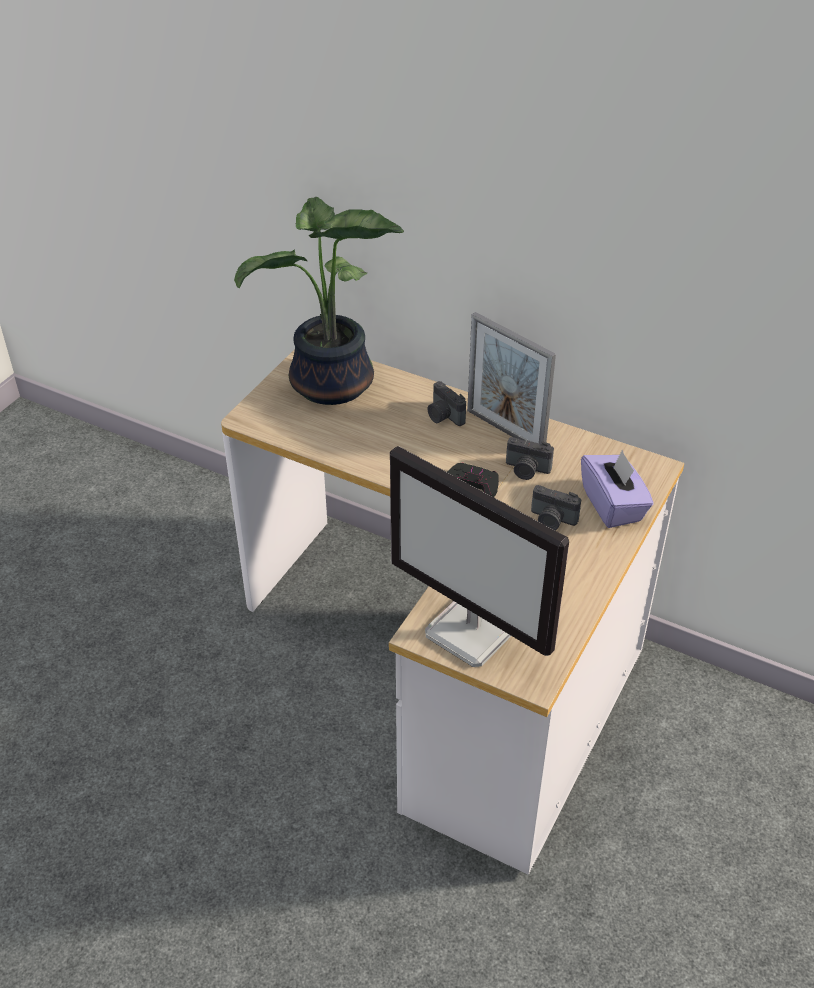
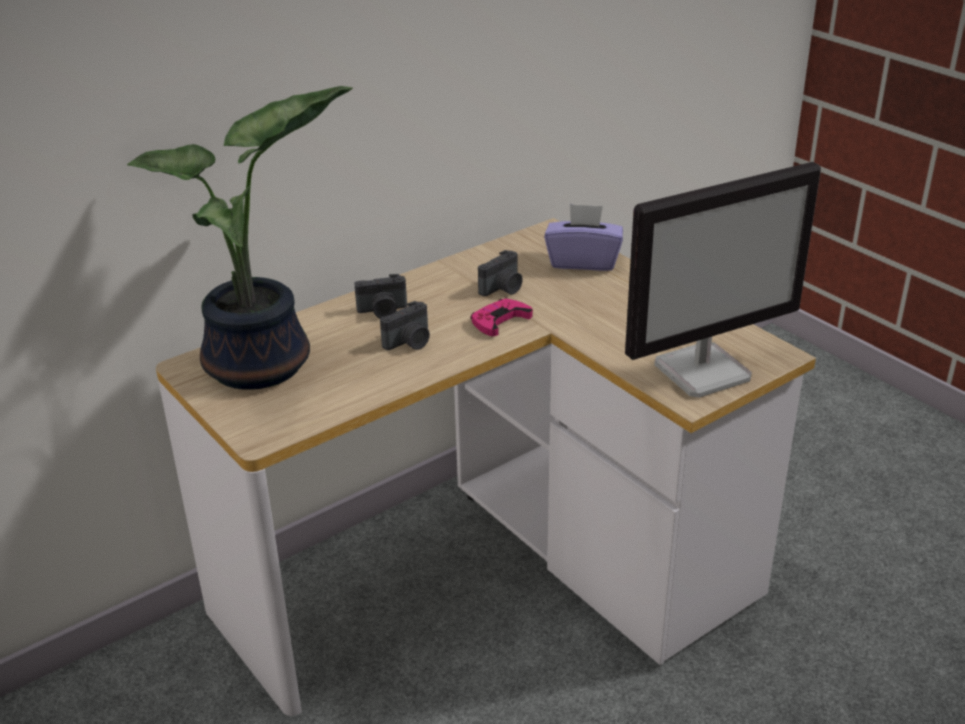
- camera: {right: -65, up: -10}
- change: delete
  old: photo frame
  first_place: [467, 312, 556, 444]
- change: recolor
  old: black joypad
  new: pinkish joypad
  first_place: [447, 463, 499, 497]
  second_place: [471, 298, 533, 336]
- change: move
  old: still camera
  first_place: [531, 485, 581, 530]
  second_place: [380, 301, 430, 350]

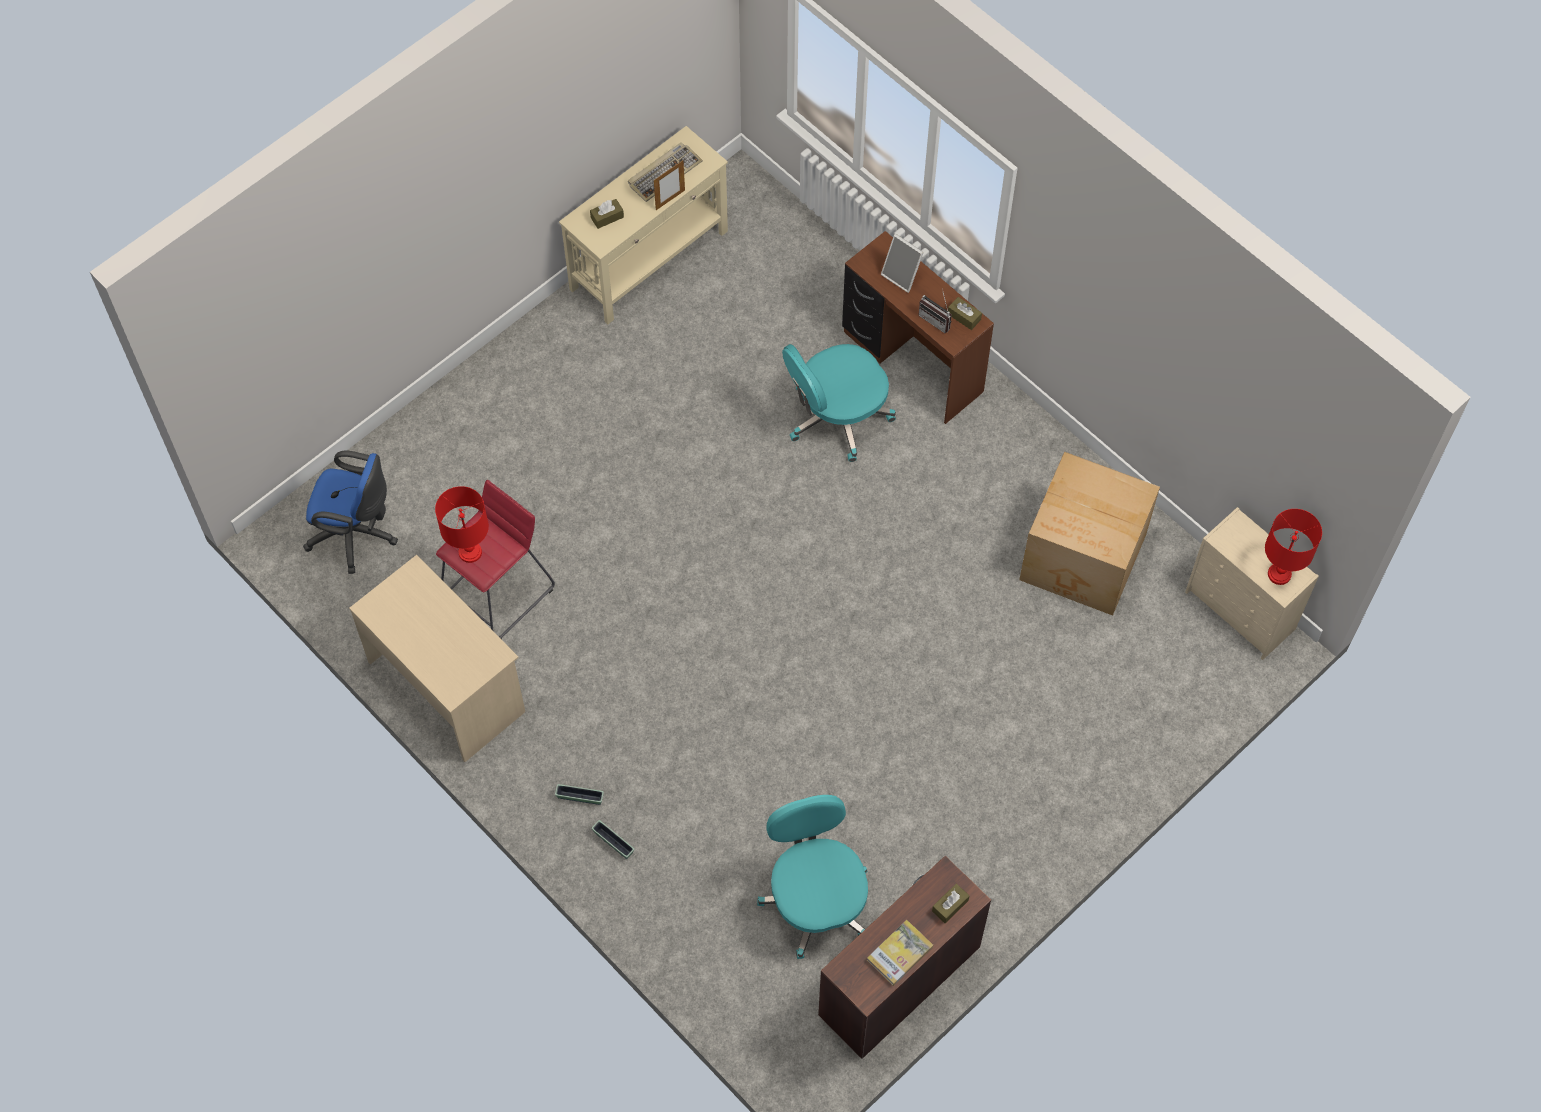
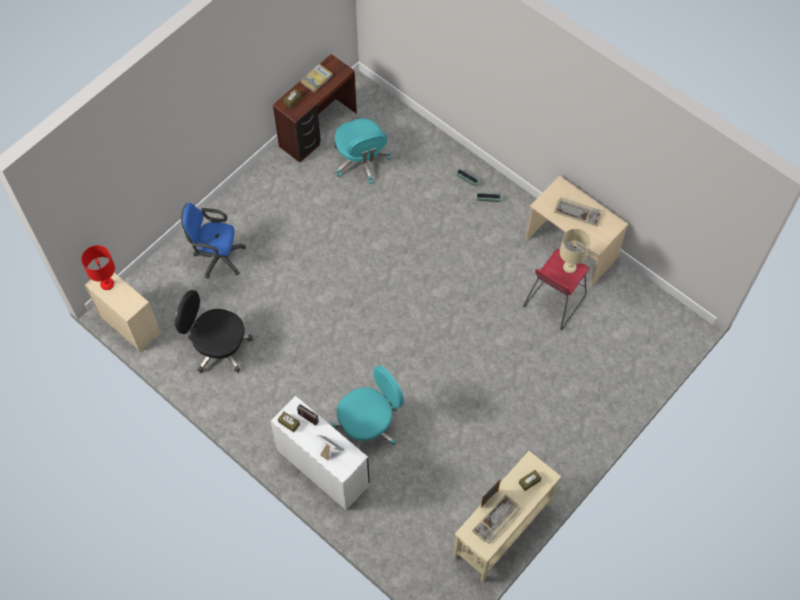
- camera: {right: 175, up: 0}
- change: recolor
  old: brown desk unit
  new: white-coloured desk unit
  first_place: [842, 231, 994, 424]
  second_place: [270, 396, 370, 510]
- change: move
  old: blue computer chair
  first_place: [303, 451, 398, 574]
  second_place: [181, 203, 246, 279]
- change: replace
  old: packing box
  new: black computer chair
  first_place: [1019, 452, 1160, 616]
  second_place: [175, 290, 253, 373]
- change: recolor
  old: red-coloured lamp for a table
  new: beige-coloured lamp for a table
  first_place: [435, 486, 489, 563]
  second_place: [560, 229, 591, 273]
- change: insert
  new: PC keyboard
  second_place: [554, 197, 602, 226]

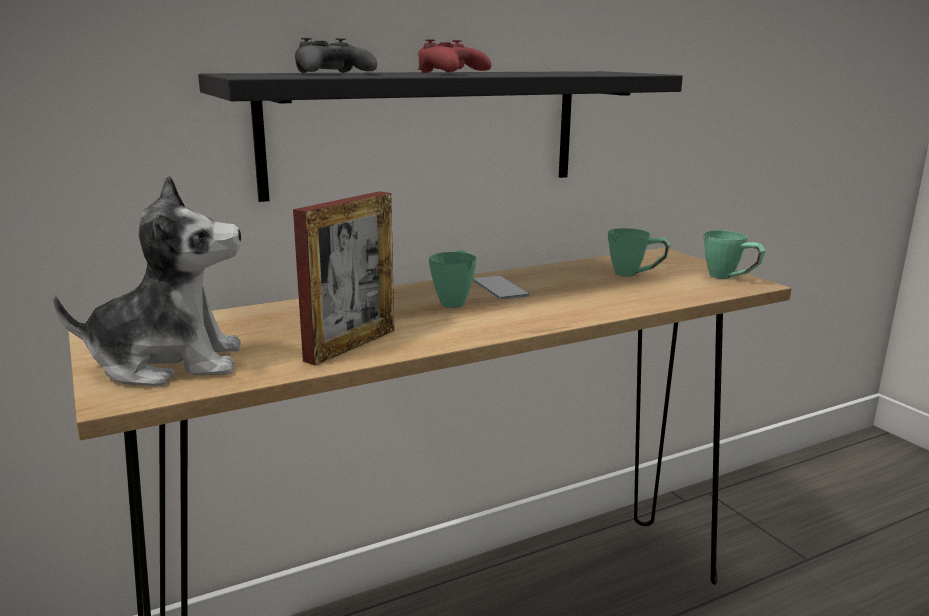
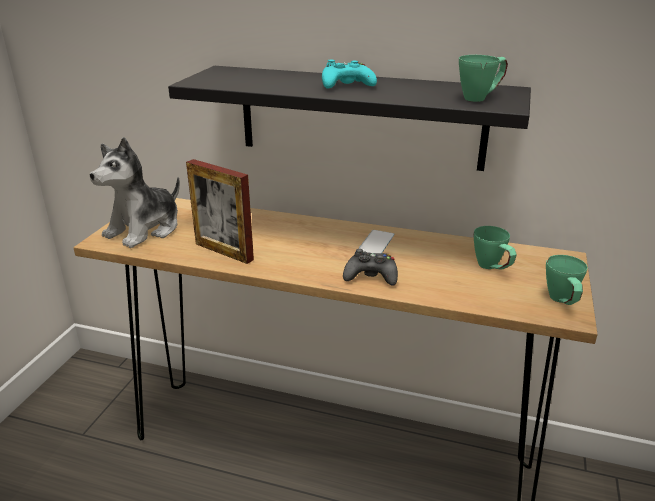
- camera: {right: 45, up: 10}
- change: move
  old: black joypad
  first_place: [295, 38, 377, 73]
  second_place: [343, 249, 398, 286]
- change: recolor
  old: red-coloured joypad
  new: turquoise-coloured joypad
  first_place: [418, 39, 491, 73]
  second_place: [322, 60, 377, 89]
- change: rotate
  old: cuddly toy
  first_place: [53, 175, 241, 386]
  second_place: [89, 137, 180, 248]
  degrees: 90
- change: rotate
  old: photo frame
  first_place: [293, 191, 394, 365]
  second_place: [186, 159, 254, 264]
  degrees: 45
- change: move
  old: green-coloured tea mug
  first_place: [429, 250, 477, 308]
  second_place: [459, 55, 508, 102]

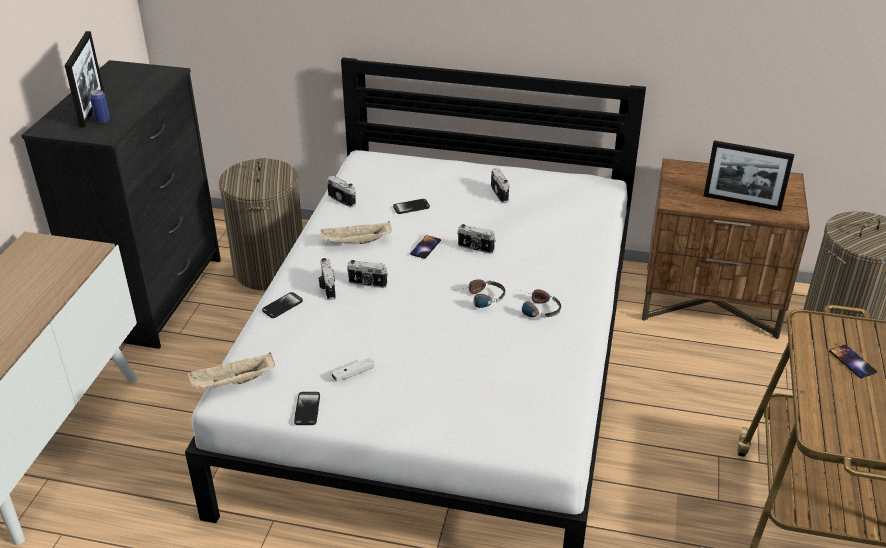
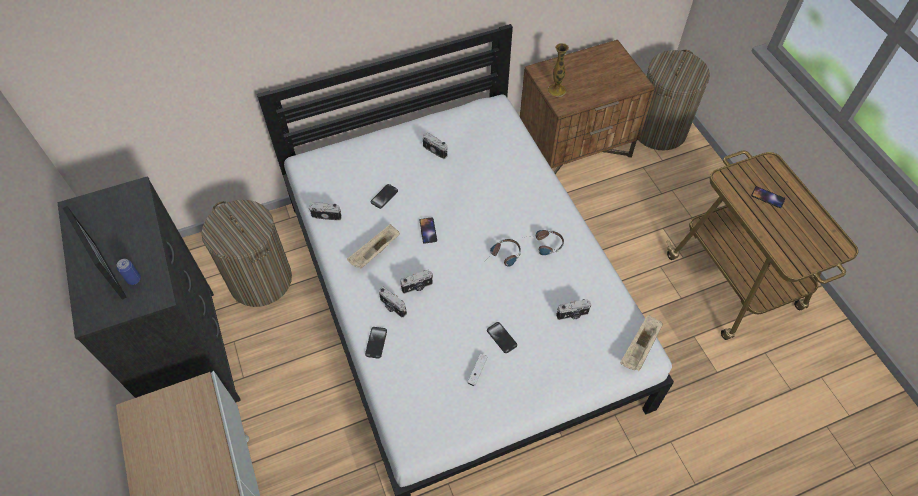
- camera: {right: -35, up: 20}
- change: delete
  old: photo frame
  first_place: [703, 140, 794, 211]
- change: move
  old: still camera
  first_place: [457, 224, 496, 254]
  second_place: [556, 299, 591, 320]
- change: move
  old: beige-coloured serving tray
  first_place: [188, 352, 275, 390]
  second_place: [620, 315, 663, 371]
- change: move
  old: telephone
  first_place: [294, 392, 320, 425]
  second_place: [487, 322, 517, 353]
- change: insert
  new: flower vase
  second_place: [548, 43, 569, 97]

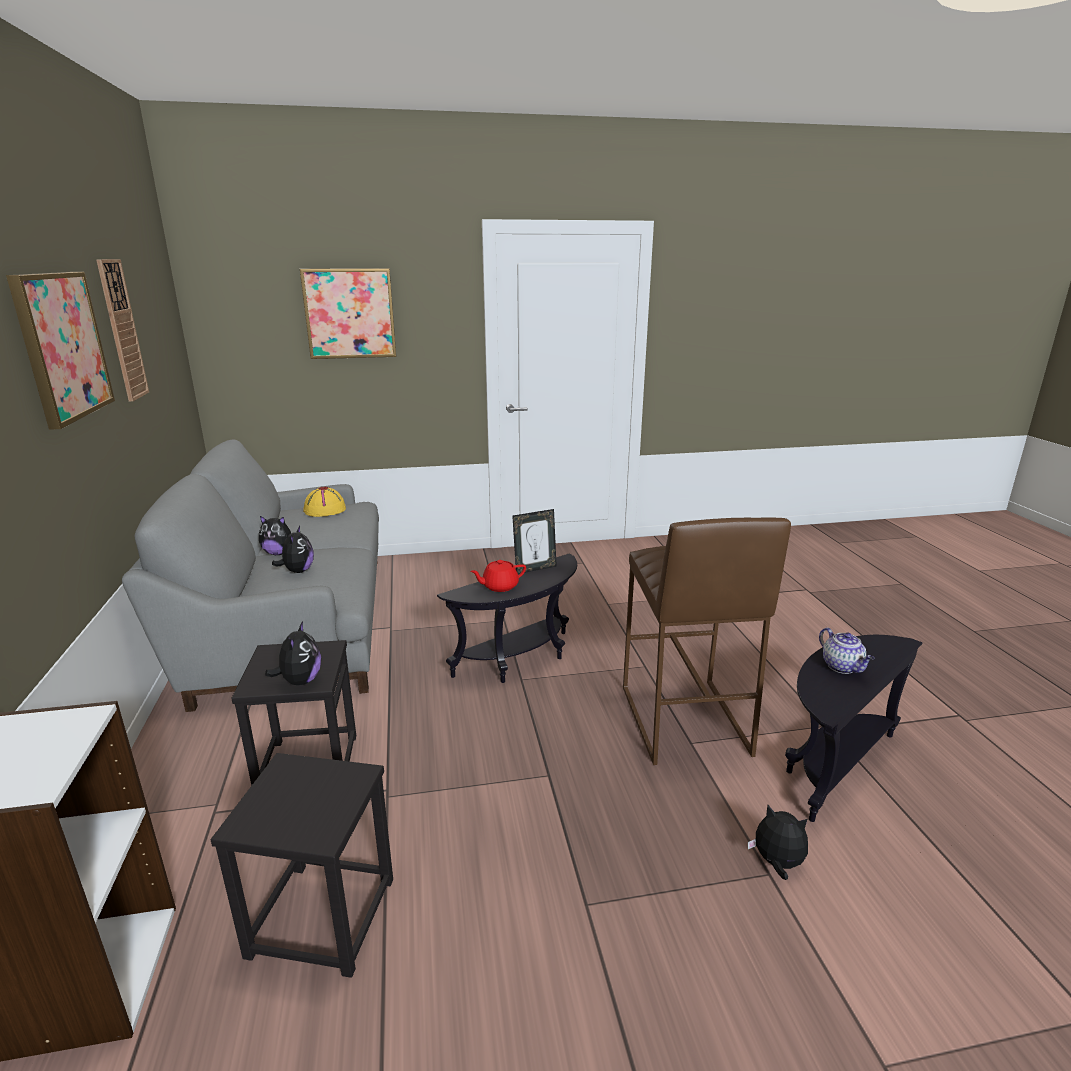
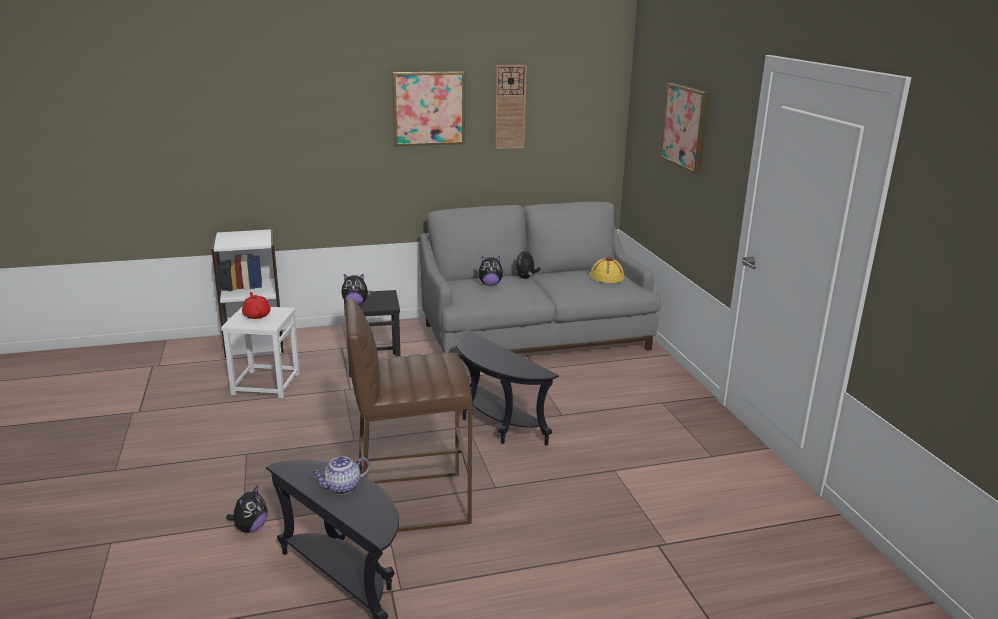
- camera: {right: 85, up: 0}
- change: delete
  old: photo frame
  first_place: [512, 509, 557, 574]
- change: move
  old: red-coloured pot for tea
  first_place: [470, 560, 526, 592]
  second_place: [242, 292, 271, 319]
- change: recolor
  old: black stool
  new: white-coloured stool
  first_place: [210, 753, 393, 978]
  second_place: [221, 306, 300, 398]

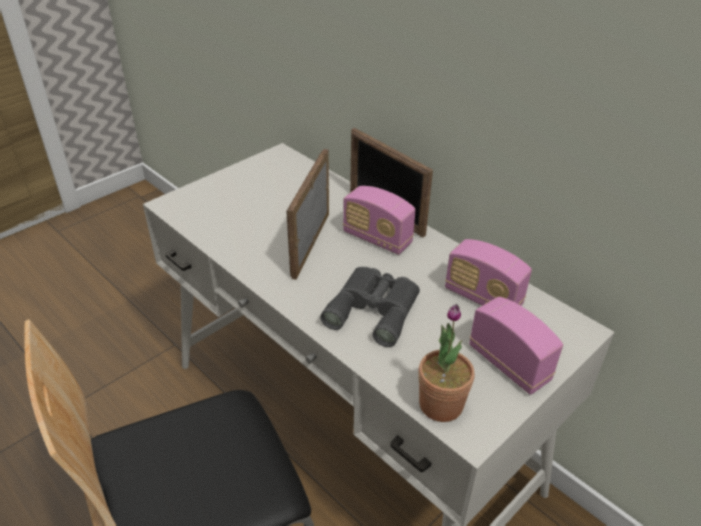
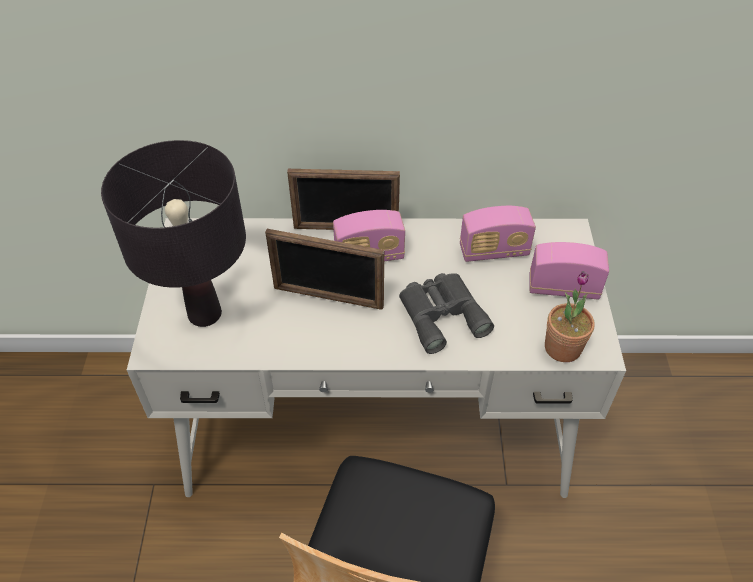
- camera: {right: -45, up: 10}
- change: rotate
  old: photo frame
  first_place: [286, 149, 329, 280]
  second_place: [265, 229, 384, 310]
  degrees: -45
- change: insert
  new: black lamp for a table
  second_place: [101, 140, 246, 327]

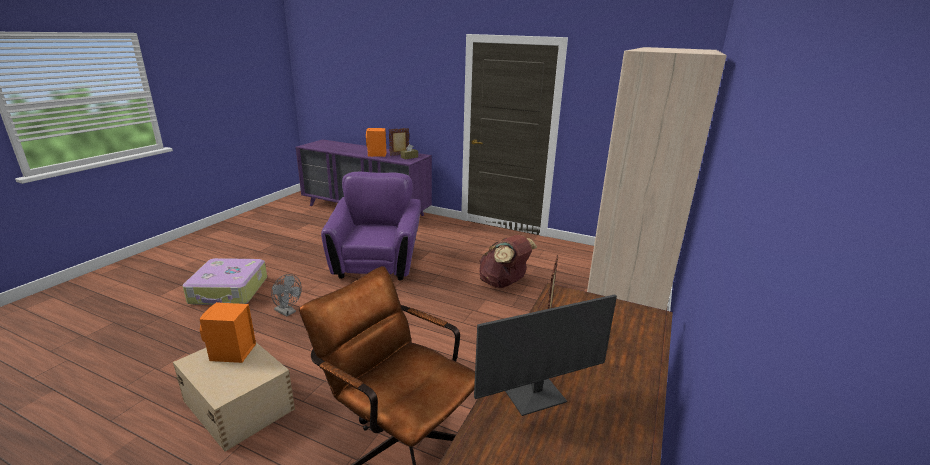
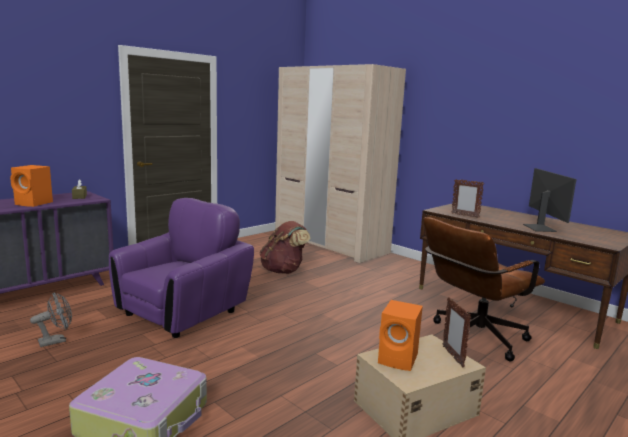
- camera: {right: -70, up: -10}
- change: move
  old: photo frame
  first_place: [389, 128, 409, 156]
  second_place: [443, 297, 471, 368]
- change: rotate
  old: purple lounge chair
  first_place: [321, 172, 421, 280]
  second_place: [109, 198, 254, 338]
  degrees: 105
- change: move
  old: grey fan
  first_place: [271, 274, 302, 317]
  second_place: [30, 292, 72, 347]

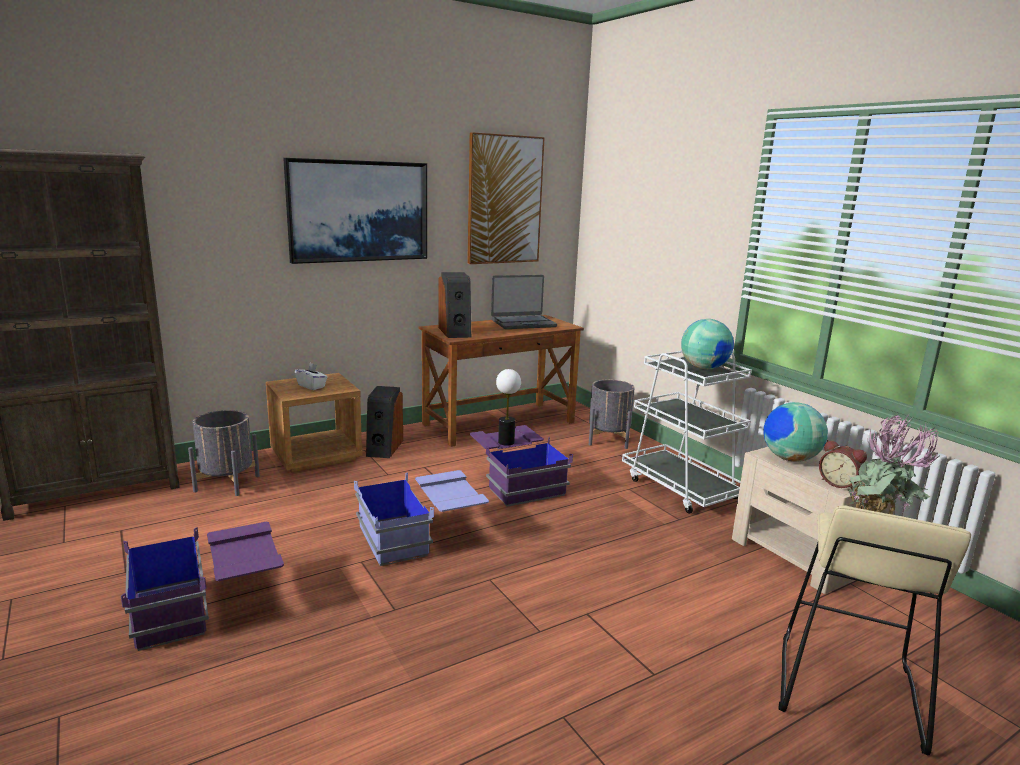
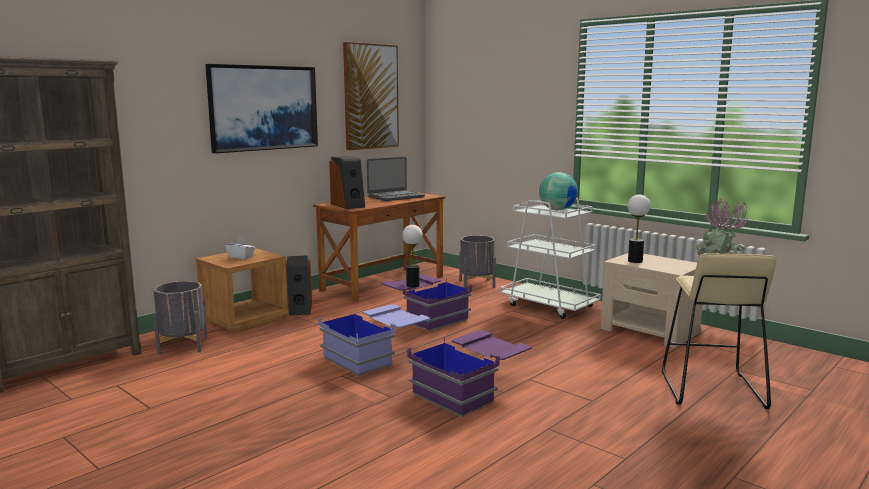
- camera: {right: -15, up: -5}
- change: replace
  old: desk globe
  new: lamp for a table
  first_place: [763, 402, 828, 462]
  second_place: [628, 195, 650, 263]
- change: delete
  old: table clock
  first_place: [819, 440, 867, 489]
- change: move
  old: purple storage container
  first_place: [121, 522, 284, 651]
  second_place: [407, 330, 532, 417]

